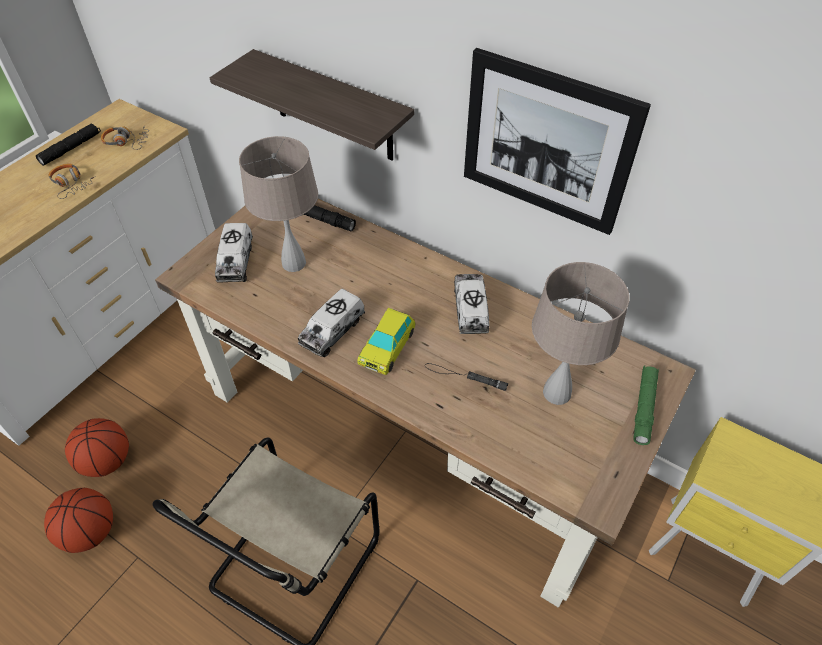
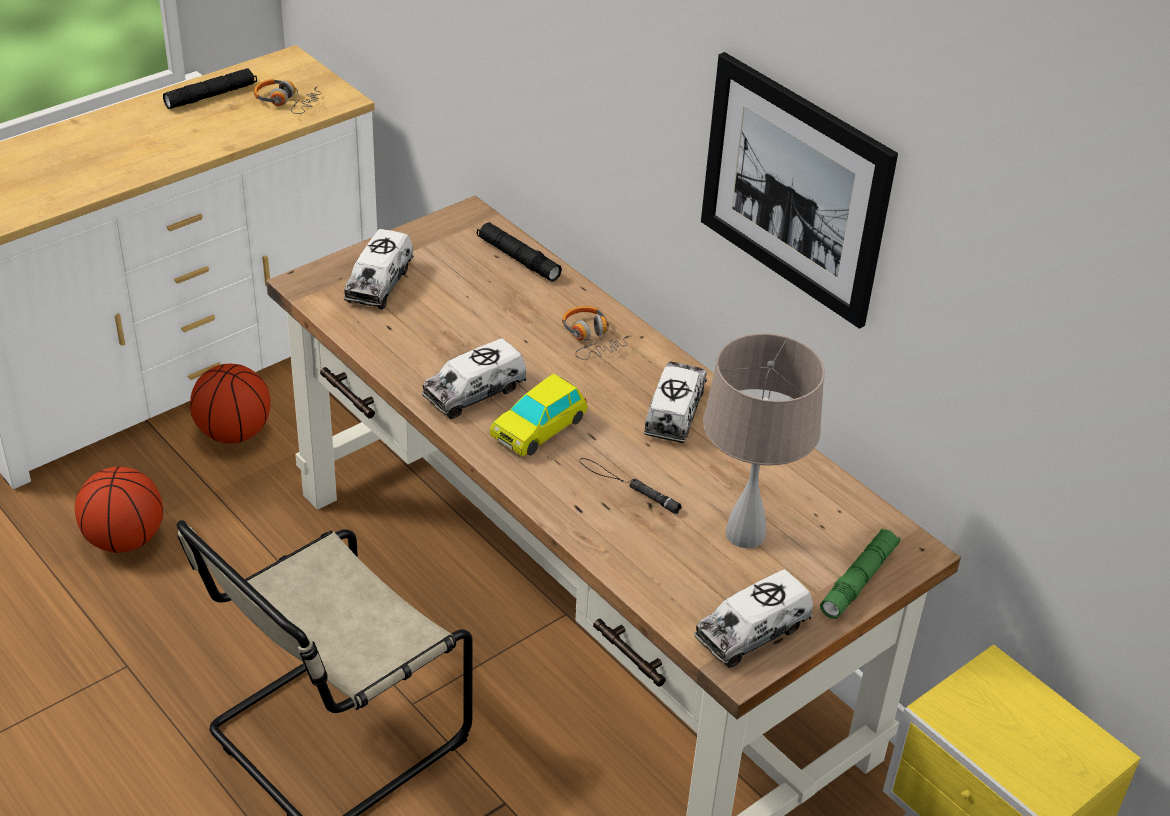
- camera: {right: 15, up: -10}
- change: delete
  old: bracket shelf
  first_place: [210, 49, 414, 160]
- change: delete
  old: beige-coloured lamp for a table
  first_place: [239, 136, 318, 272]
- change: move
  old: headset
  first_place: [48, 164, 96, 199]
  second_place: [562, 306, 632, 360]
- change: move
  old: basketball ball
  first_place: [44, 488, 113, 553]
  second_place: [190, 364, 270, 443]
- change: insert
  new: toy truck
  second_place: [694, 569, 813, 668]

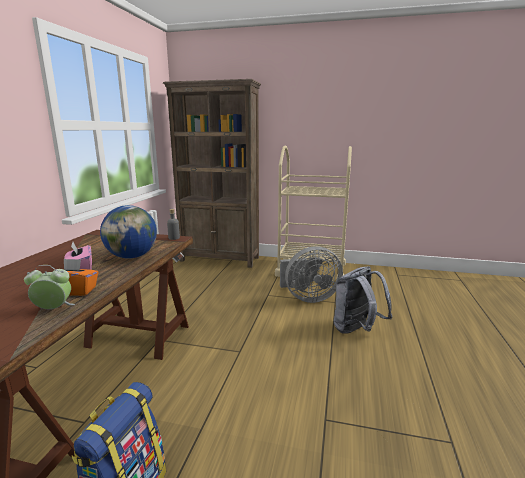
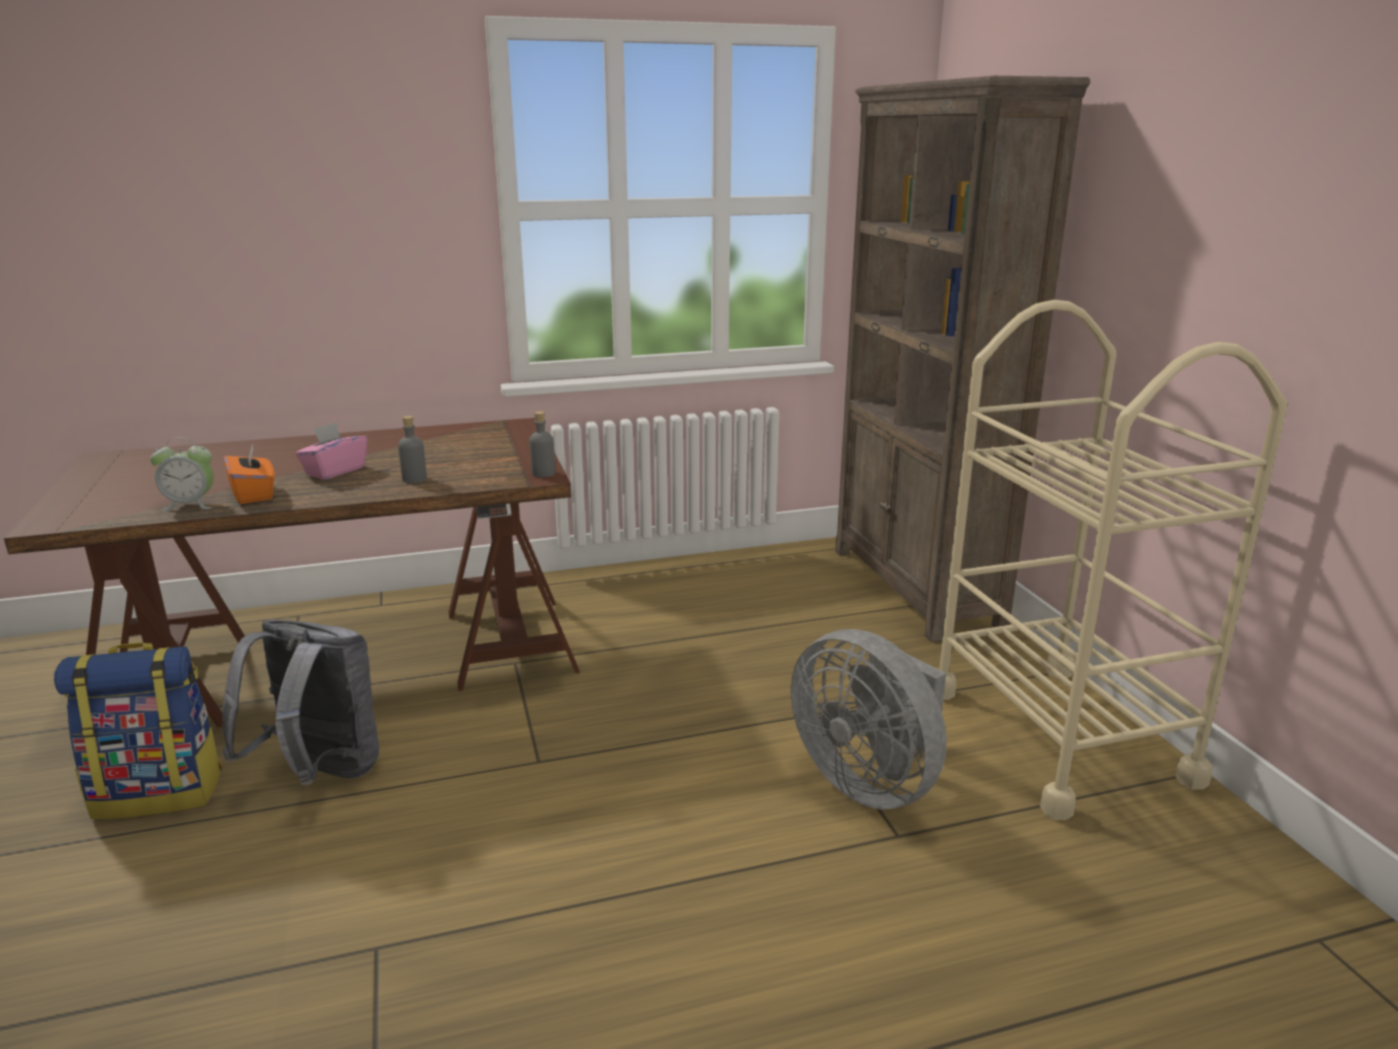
- camera: {right: 60, up: 5}
- change: replace
  old: desk globe
  new: grey drink bottle
  first_place: [100, 205, 157, 259]
  second_place: [398, 416, 427, 483]
- change: rotate
  old: table clock
  first_place: [24, 265, 75, 309]
  second_place: [150, 437, 214, 511]
  degrees: 120
- change: move
  old: grey knapsack
  first_place: [334, 267, 392, 334]
  second_place: [222, 620, 379, 785]

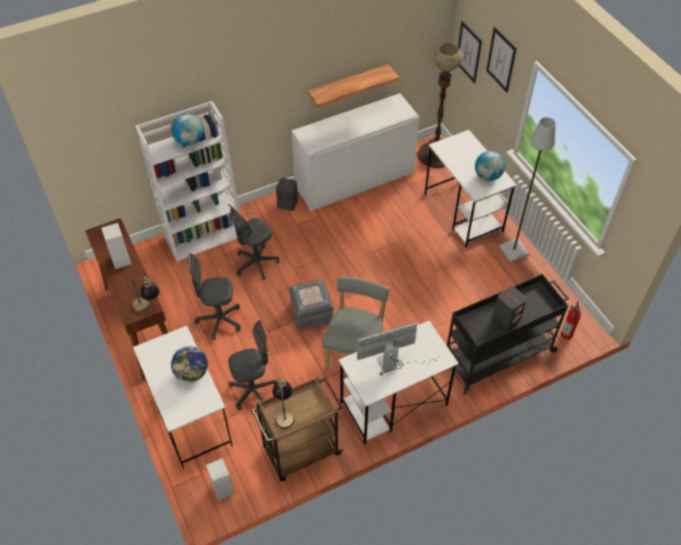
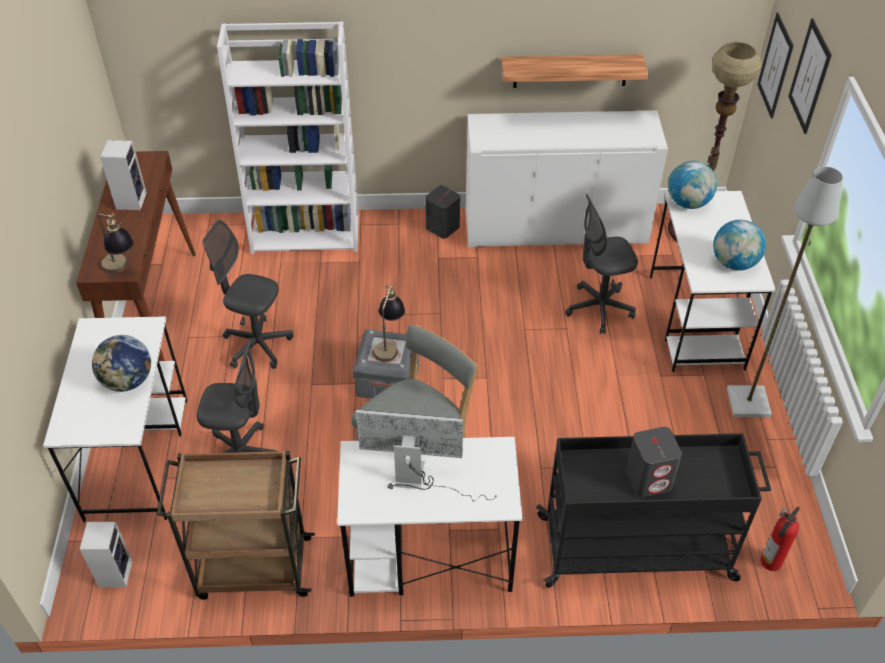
- camera: {right: 25, up: -5}
- change: move
  old: desk globe
  first_place: [171, 113, 204, 146]
  second_place: [668, 161, 717, 209]
- change: move
  old: grey computer chair
  first_place: [228, 204, 280, 280]
  second_place: [565, 194, 638, 334]
- change: move
  old: lamp for a table
  first_place: [273, 377, 295, 429]
  second_place: [373, 285, 405, 362]

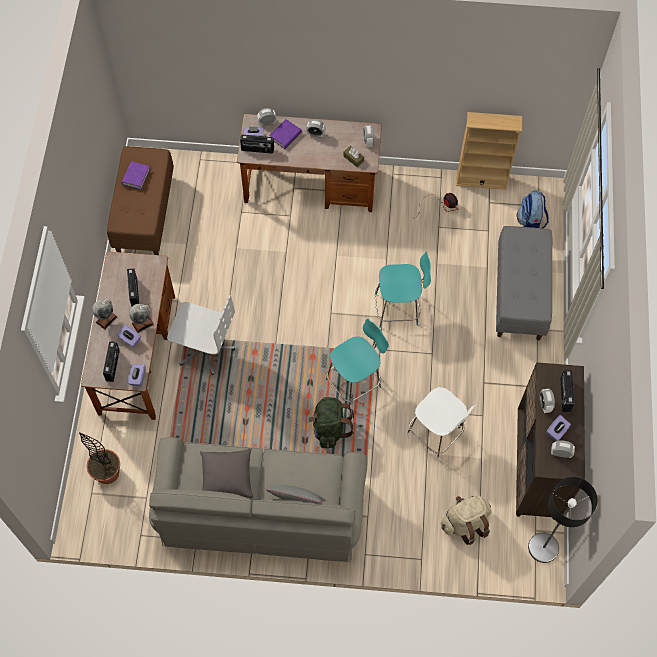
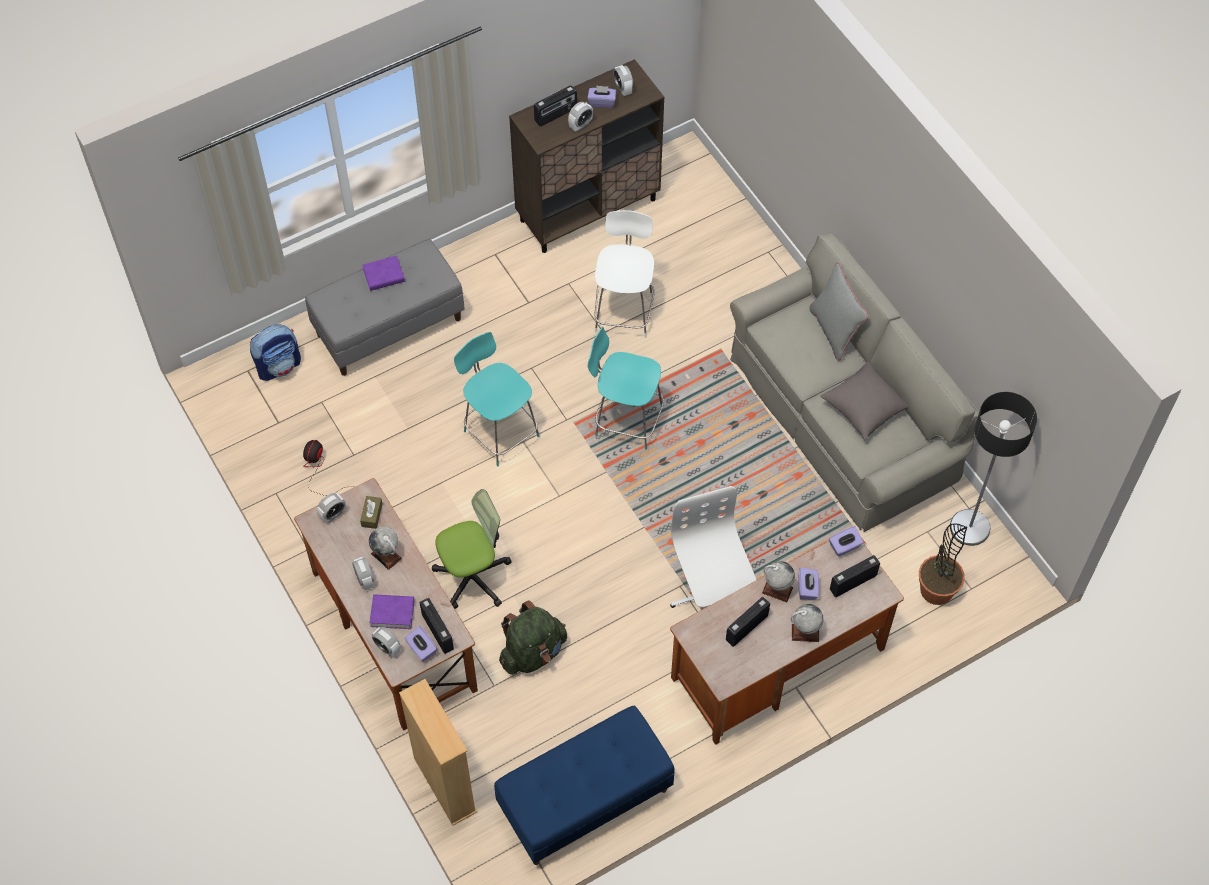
- camera: {right: -125, up: -5}
- change: move
  old: beige-coloured bookshelf
  first_place: [456, 112, 522, 190]
  second_place: [399, 679, 477, 826]
- change: recolor
  old: brown bench
  new: blue bench
  first_place: [107, 146, 174, 255]
  second_place: [494, 705, 675, 865]
- change: move
  old: purple volume
  first_place: [122, 161, 150, 190]
  second_place: [362, 256, 405, 291]
- change: move
  old: green-coloured knapsack
  first_place: [309, 397, 354, 449]
  second_place: [499, 600, 567, 675]
- change: move
  old: standing lamp
  first_place: [528, 477, 598, 563]
  second_place: [950, 392, 1037, 546]
- change: delete
  old: beige-coloured knapsack
  first_place: [441, 495, 492, 545]
- change: insert
  new: computer chair
  second_place: [432, 489, 511, 609]
- change: insert
  new: desk globe
  second_place: [369, 526, 402, 570]

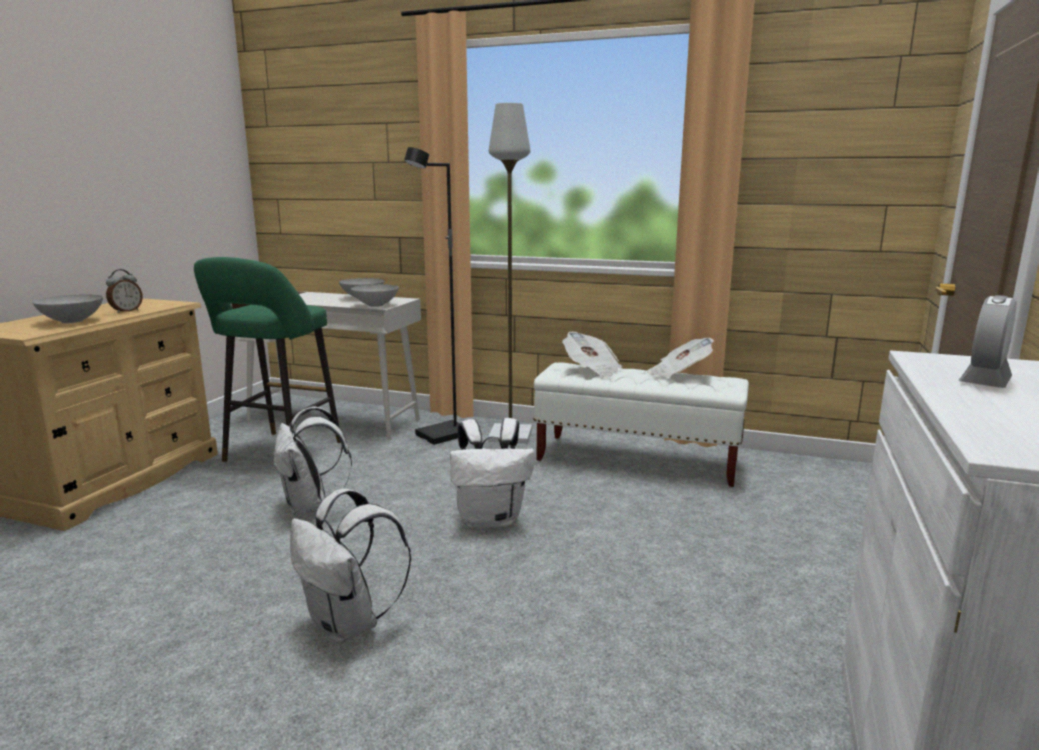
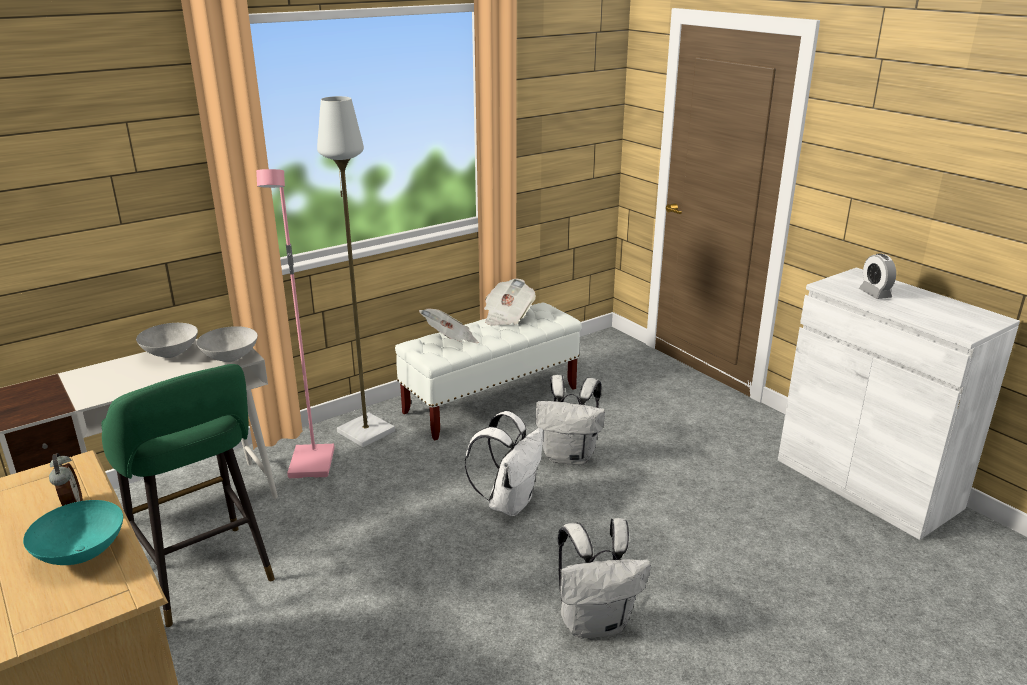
- camera: {right: -55, up: 10}
- change: recolor
  old: black standing lamp
  new: pinkish standing lamp
  first_place: [404, 147, 459, 445]
  second_place: [256, 169, 335, 478]
- change: recolor
  old: grey deep dish
  new: turquoise-coloured deep dish
  first_place: [32, 294, 103, 323]
  second_place: [23, 500, 123, 565]
- change: move
  old: white-coloured knapsack
  first_place: [274, 407, 352, 515]
  second_place: [535, 375, 605, 465]

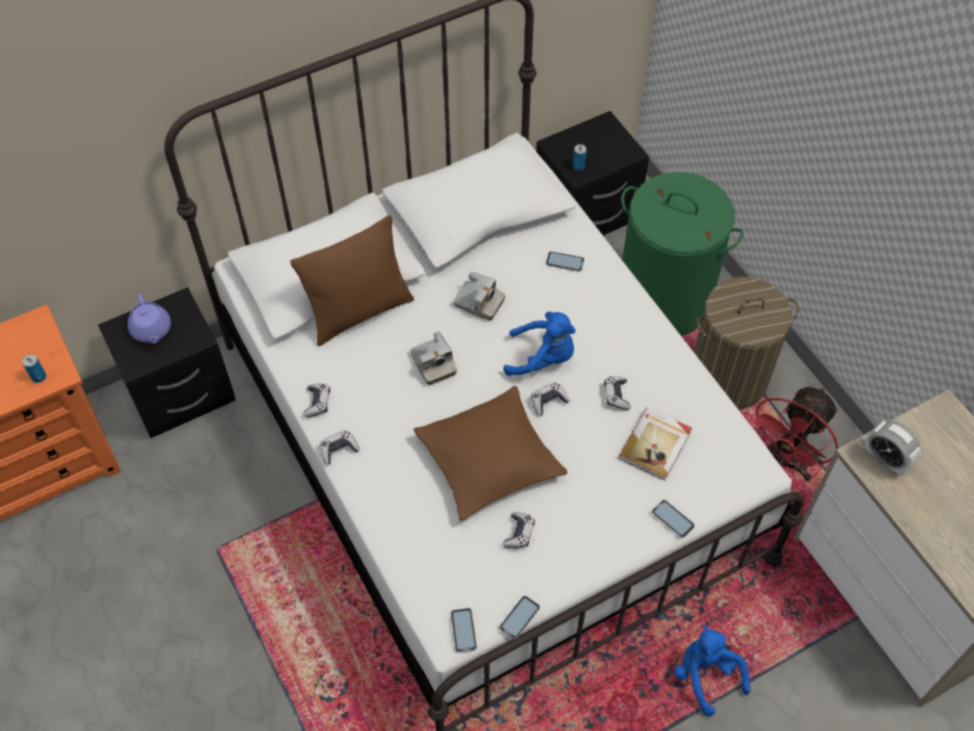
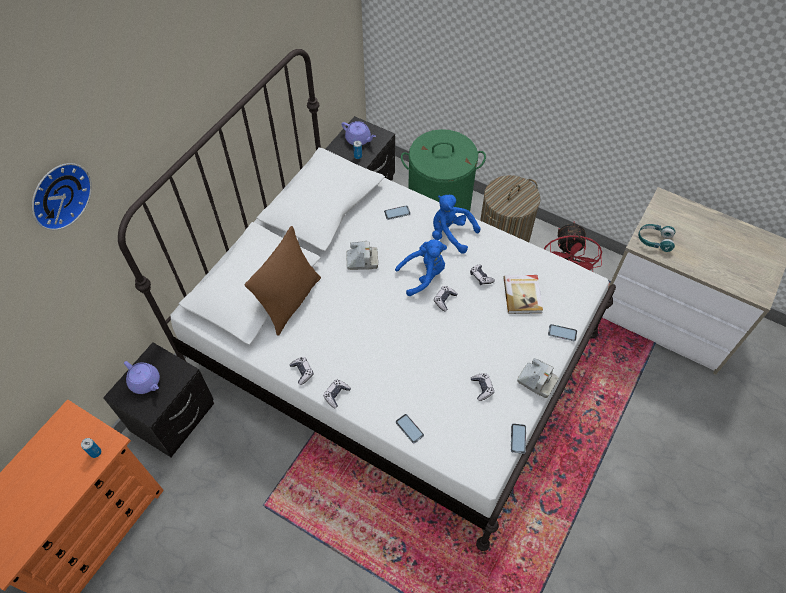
- camera: {right: -30, up: 0}
- change: move
  old: still camera
  first_place: [410, 331, 457, 385]
  second_place: [517, 358, 559, 398]
- change: delete
  old: brown throw pillow
  first_place: [413, 386, 568, 521]
- change: replace
  old: table clock
  new: turquoise-coloured headset
  first_place: [864, 421, 921, 476]
  second_place: [638, 224, 676, 252]
- change: move
  old: telephone
  first_place: [451, 608, 477, 652]
  second_place: [396, 414, 424, 443]
- change: move
  old: blue cuddly toy
  first_place: [674, 625, 750, 717]
  second_place: [432, 195, 481, 253]
- change: insert
  new: purple pot for tea
  second_place: [342, 121, 376, 145]
- change: insert
  new: hanging clock
  second_place: [32, 163, 92, 230]

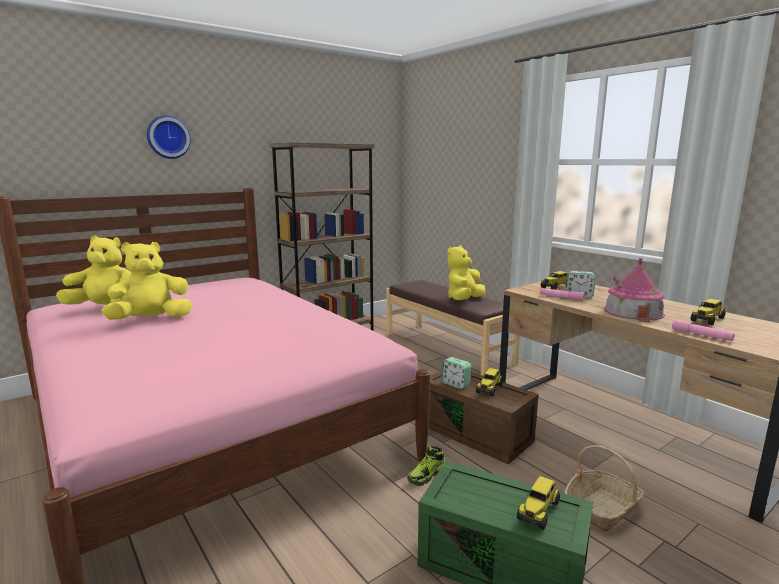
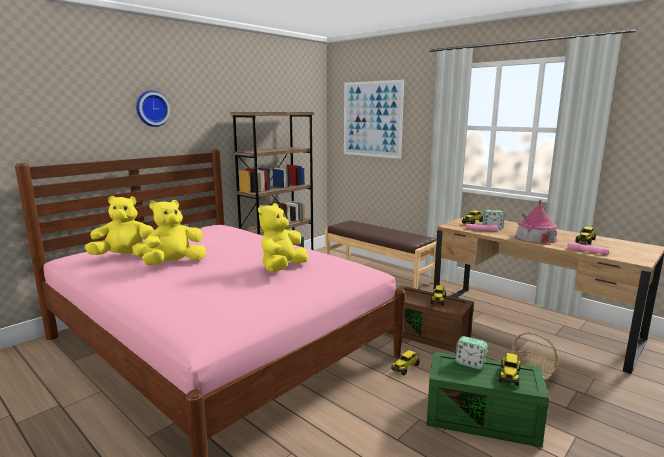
- camera: {right: -10, up: 0}
- change: move
  old: yellow-coloured cuddly toy
  first_place: [447, 245, 486, 300]
  second_place: [258, 203, 308, 272]
- change: move
  old: table clock
  first_place: [441, 357, 472, 389]
  second_place: [455, 336, 488, 370]
- change: replace
  old: item of footwear
  new: toy truck
  first_place: [407, 445, 445, 487]
  second_place: [391, 350, 420, 375]
- change: insert
  new: wall art
  second_place: [344, 80, 404, 159]

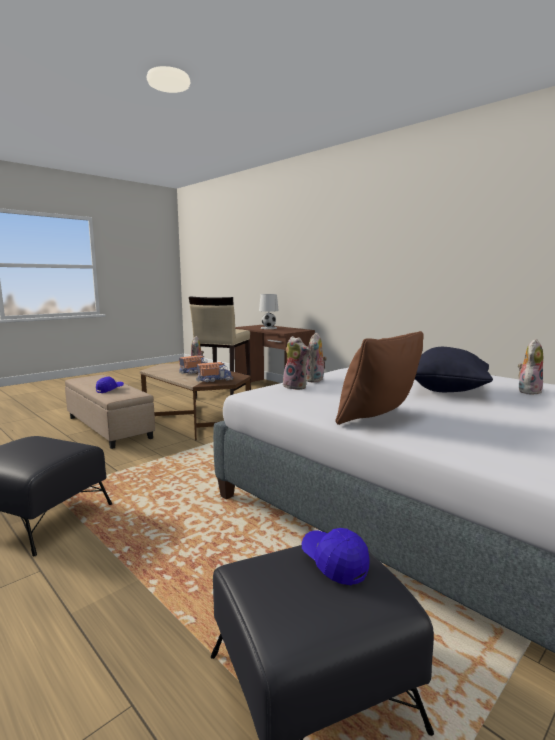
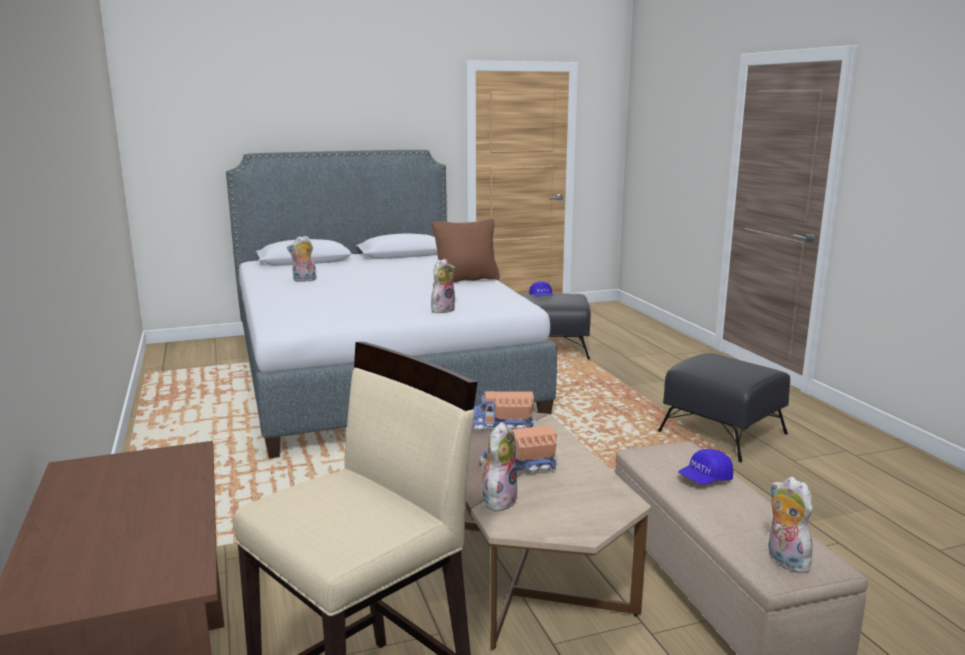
- camera: {right: -155, up: 5}
- change: delete
  old: white-coloured lamp for a table
  first_place: [259, 294, 279, 329]
- change: move
  old: cuddly toy
  first_place: [283, 336, 310, 390]
  second_place: [768, 477, 813, 573]
- change: delete
  old: black throw pillow
  first_place: [415, 347, 493, 392]

